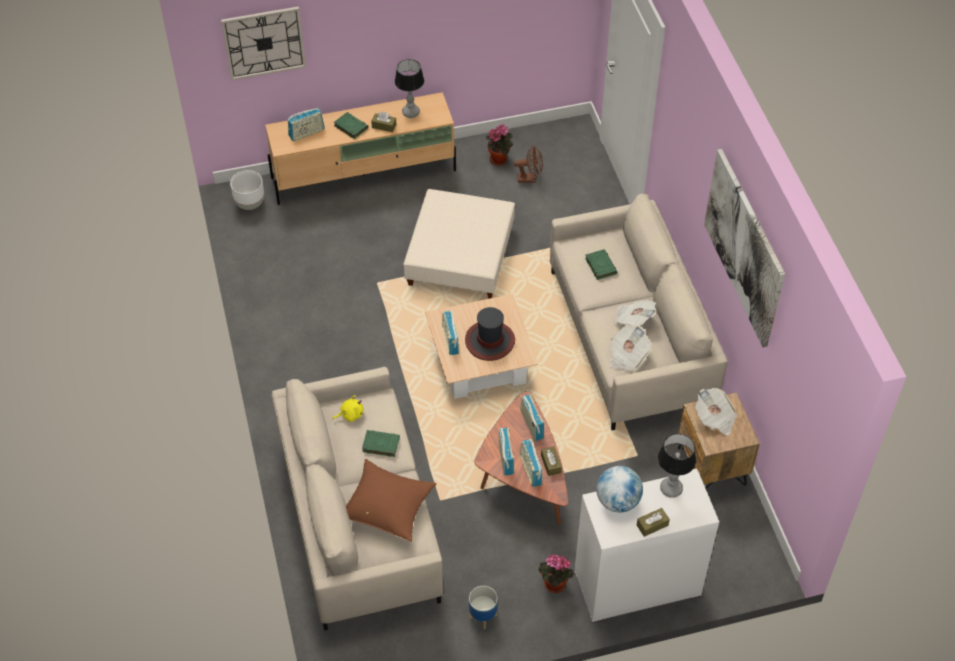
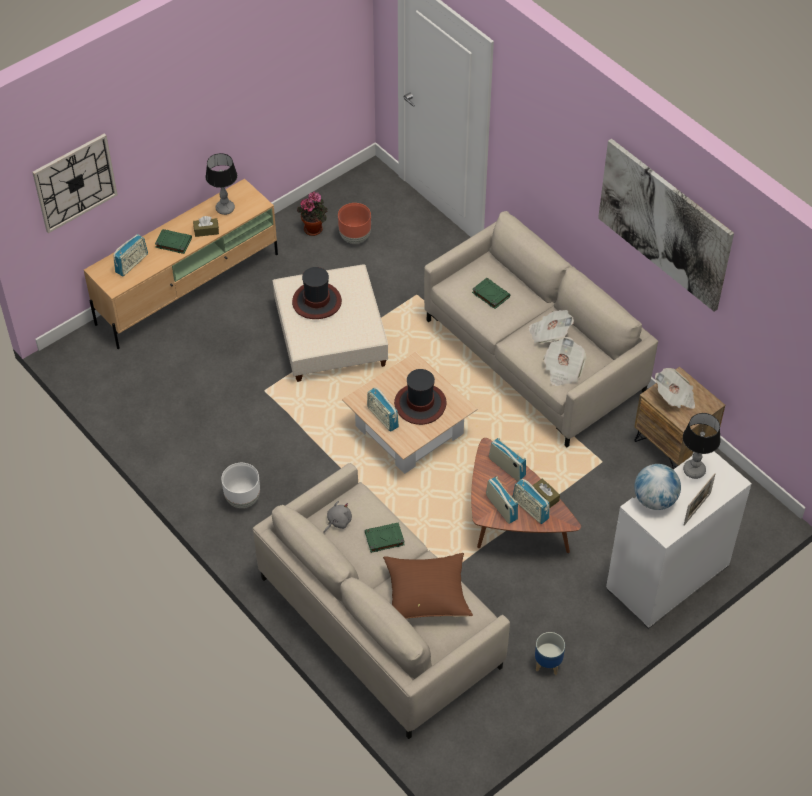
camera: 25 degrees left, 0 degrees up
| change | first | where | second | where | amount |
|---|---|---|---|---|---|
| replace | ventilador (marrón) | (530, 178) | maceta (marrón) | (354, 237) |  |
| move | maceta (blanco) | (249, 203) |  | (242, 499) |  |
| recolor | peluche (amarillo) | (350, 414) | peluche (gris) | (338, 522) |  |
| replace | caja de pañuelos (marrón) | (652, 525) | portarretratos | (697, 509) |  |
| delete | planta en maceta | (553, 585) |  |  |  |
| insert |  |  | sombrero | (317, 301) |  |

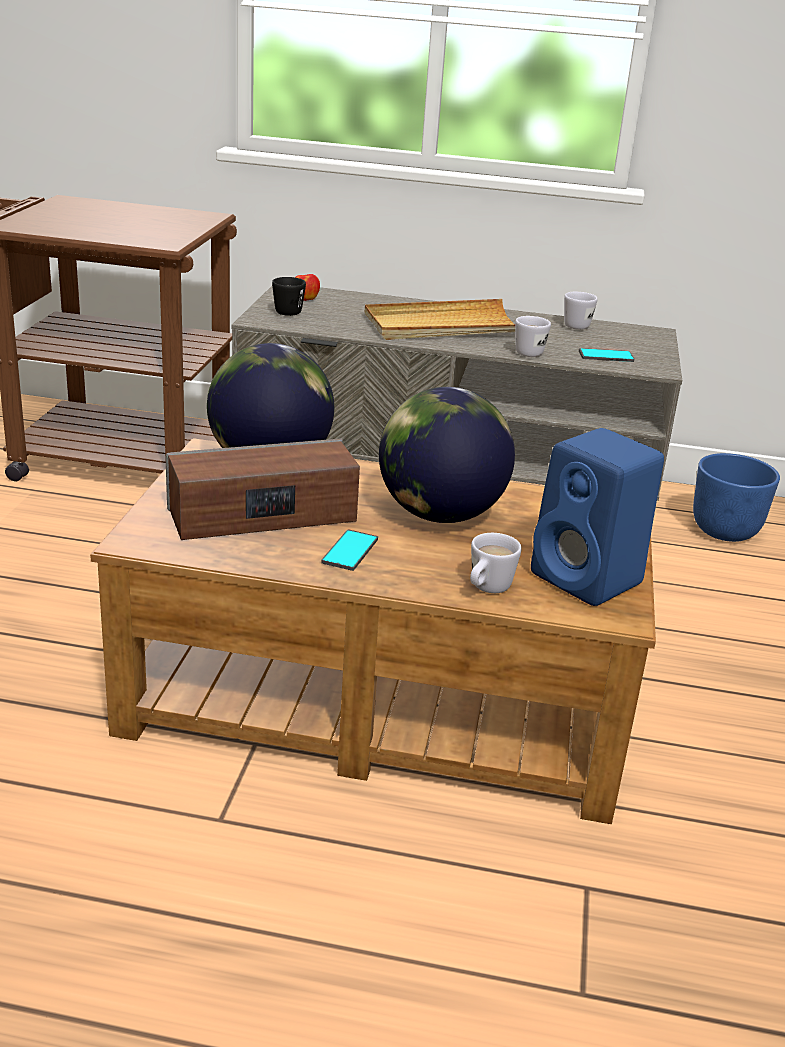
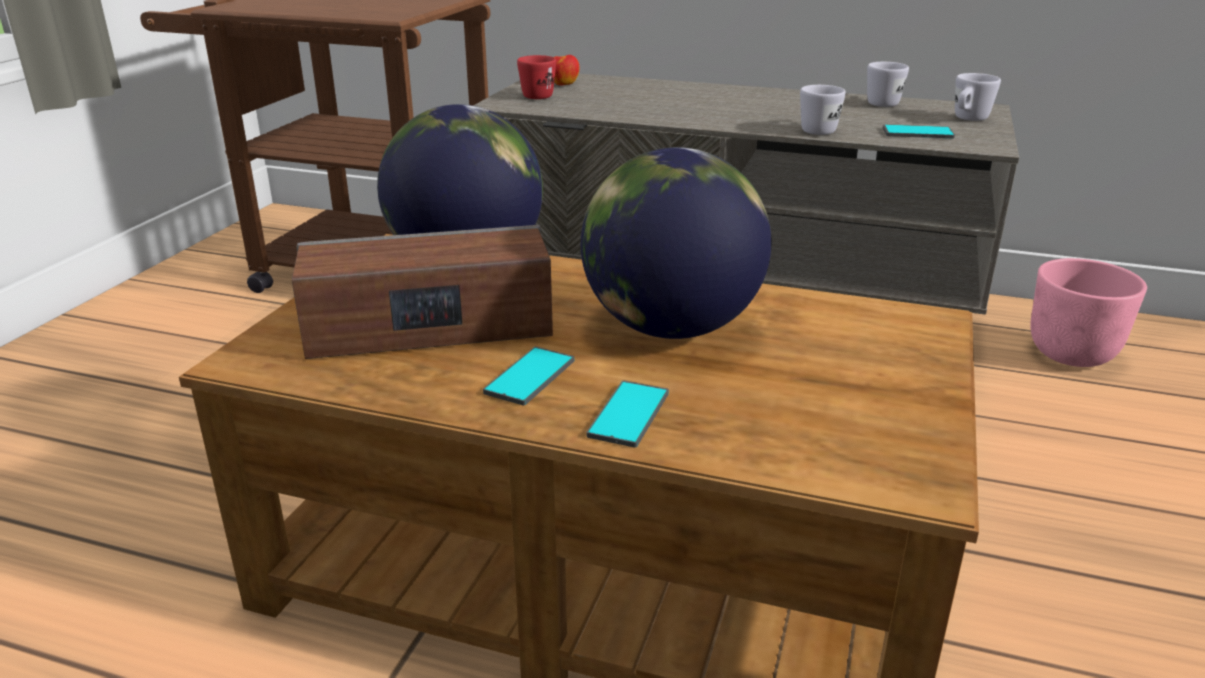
camera: 10 degrees right, 0 degrees up
| change | first | where | second | where | amount |
|---|---|---|---|---|---|
| recolor | taza grande (negro) | (290, 311) | taza grande (rojo) | (541, 95) |  |
| delete | bandeja (beis) | (444, 326) |  |  |  |
| delete | altavoz (azul) | (589, 580) |  |  |  |
| recolor | maceta (azul) | (725, 532) | maceta (rosa) | (1072, 355) |  |
| move | taza grande (blanco) | (486, 589) |  | (968, 119) |  |
| insert |  |  | móvil | (628, 414) |  |

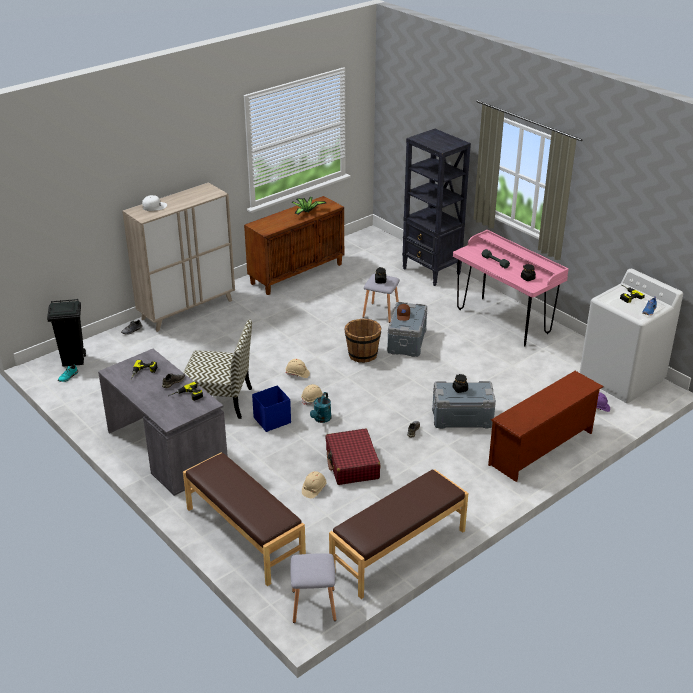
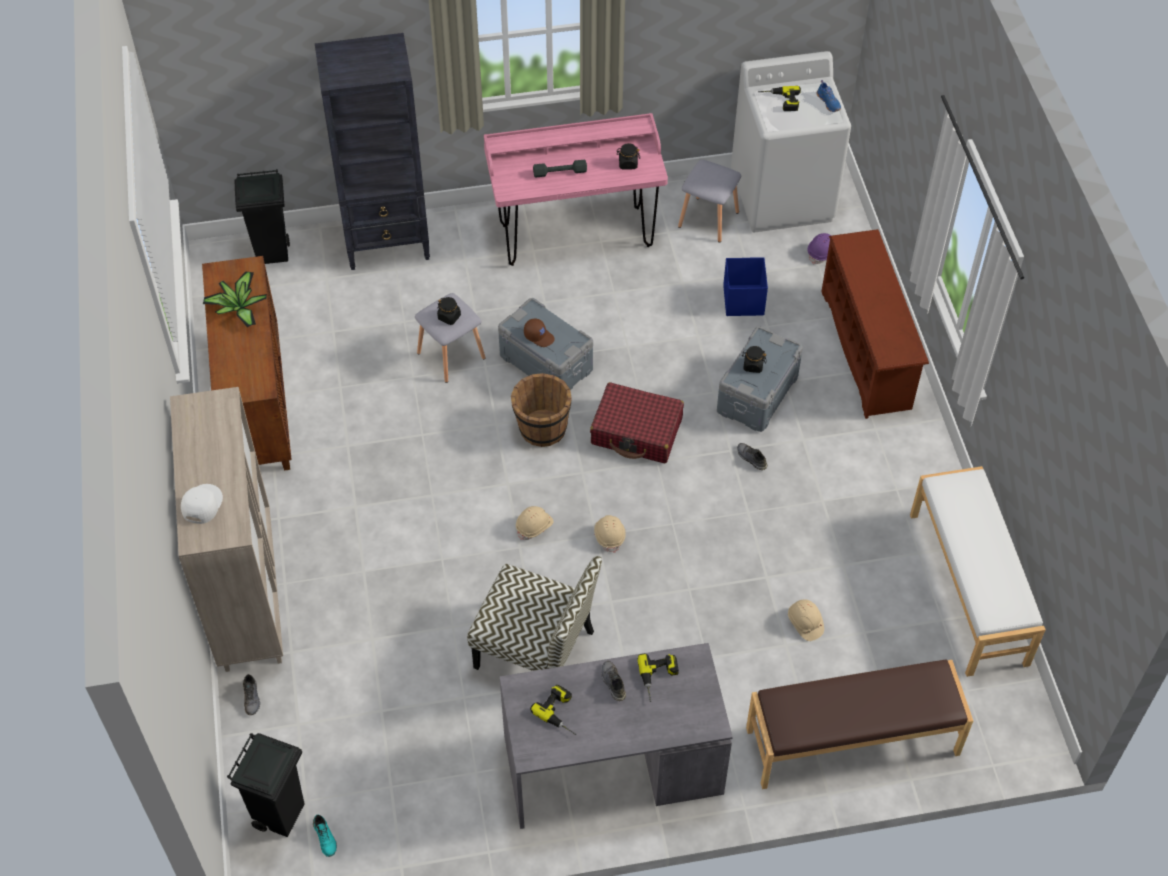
camera: 60 degrees left, 20 degrees up
| change | first | where | second | where | amount |
|---|---|---|---|---|---|
| rotate | silla | (220, 401) |  | (536, 650) | 75 degrees clockwise |
| move | caja de almacenaje (azul) | (271, 420) |  | (743, 301) |  |
| delete | regadera (turquesa) | (321, 419) |  |  |  |
| move | maleta (rojo) | (352, 464) |  | (637, 431) |  |
| recolor | banco (marrón) | (399, 551) | banco (blanco) | (969, 588) |  |
| move | taburete (gris) | (313, 606) |  | (708, 220) |  |
| insert |  |  | papelera (negro) | (273, 253) |  |

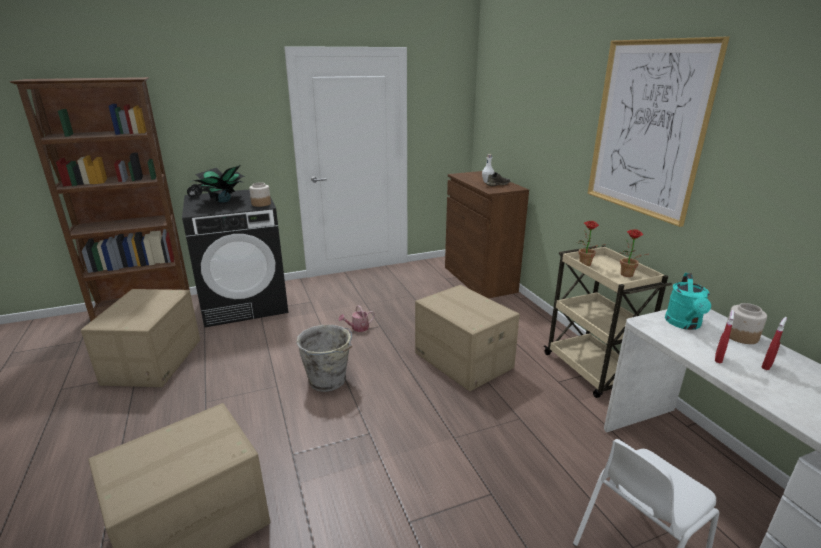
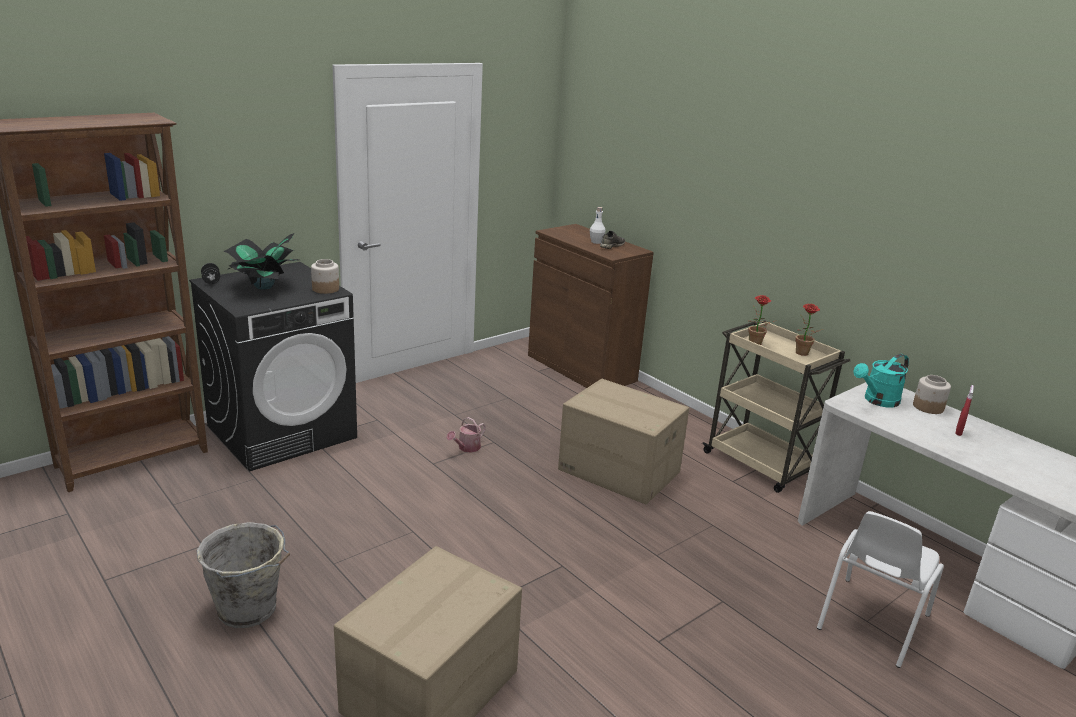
camera: 20 degrees left, 0 degrees up
| change | first | where | second | where | amount |
|---|---|---|---|---|---|
| delete | cuadro | (647, 129) |  |  |  |
| rotate | regadera (turquesa) | (684, 324) |  | (877, 401) | 60 degrees clockwise |
| delete | caja de cartón | (154, 361) |  |  |  |
| delete | pulverizador (rojo) | (718, 358) |  |  |  |
| move | cubo (gris) | (328, 381) |  | (249, 610) |  |

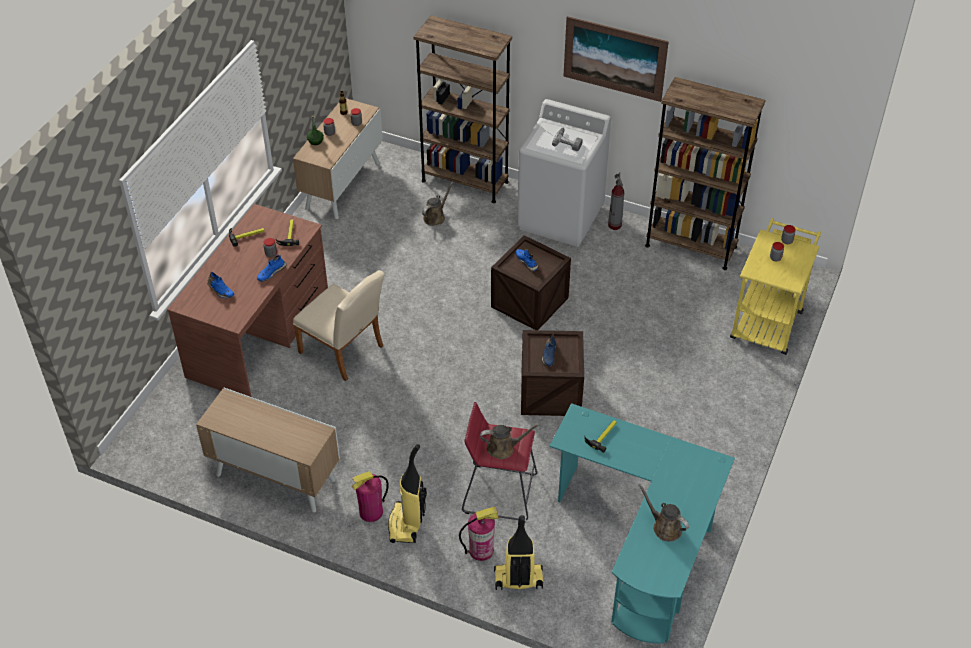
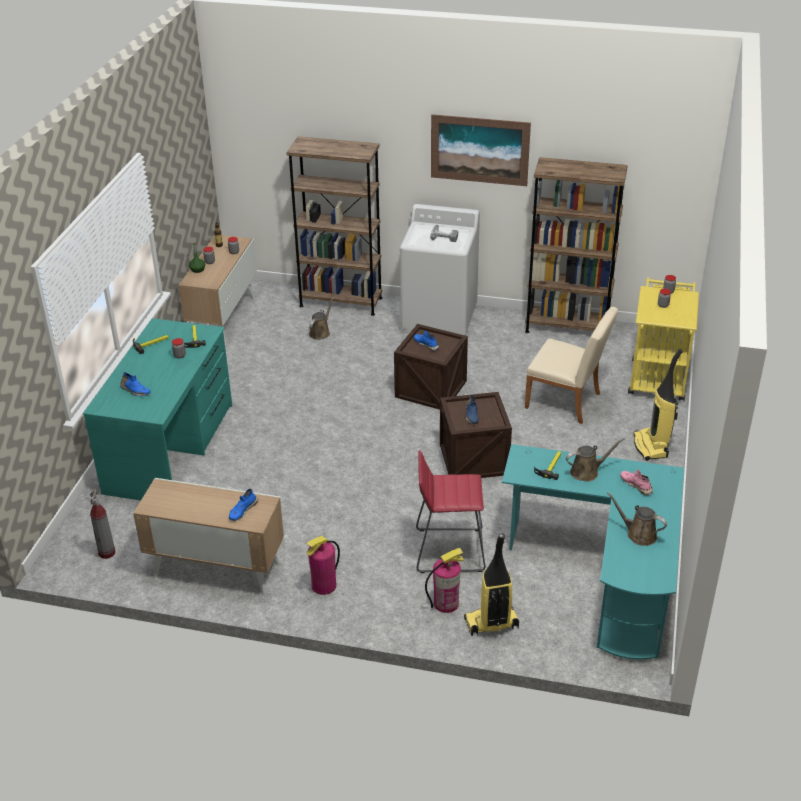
camera: 10 degrees left, 10 degrees down
| change | first | where | second | where | amount |
|---|---|---|---|---|---|
| move | extintor | (614, 225) |  | (107, 553) |  |
| recolor | escritorio (marrón) | (259, 334) | escritorio (turquesa) | (170, 448) |  |
| move | zapato (azul) | (271, 272) |  | (242, 510) |  |
| move | silla (beis) | (345, 352) |  | (567, 402) |  |
| move | regadera (marrón) | (503, 448) |  | (587, 472) |  |
| move | aspiradora | (406, 524) |  | (651, 446) |  |
| insert |  |  | zapato (rosa) | (636, 485) |  |

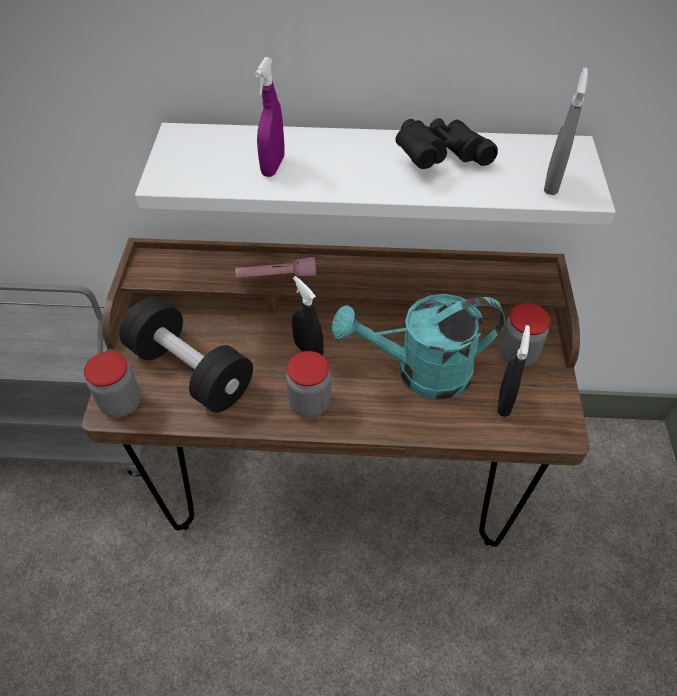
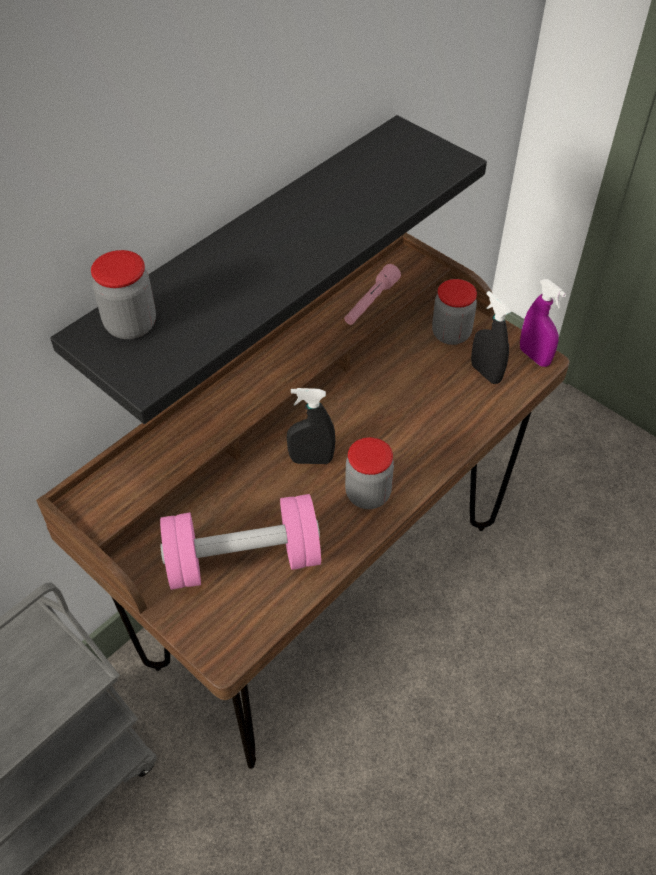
camera: 50 degrees left, 0 degrees up
| change | first | where | second | where | amount |
|---|---|---|---|---|---|
| move | pulverizador (morado) | (273, 166) |  | (534, 356) |  |
| delete | pulverizador (gris) | (551, 183) |  |  |  |
| delete | prismáticos (negro) | (439, 158) |  |  |  |
| recolor | estante (blanco) | (372, 170) | estante (negro) | (246, 256) |  |
| move | linterna (rosa) | (276, 276) |  | (370, 302) |  |
| delete | regadera (turquesa) | (420, 372) |  |  |  |
| recolor | mancuerna (negro) | (191, 371) | mancuerna (rosa) | (243, 560) |  |
| move | tarro | (121, 403) |  | (131, 325) |  |

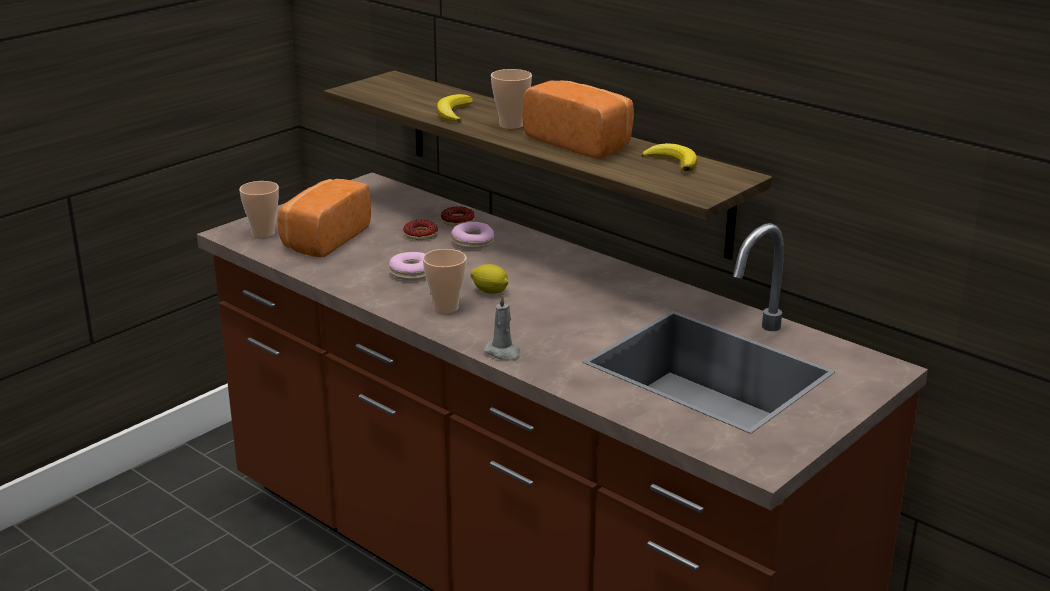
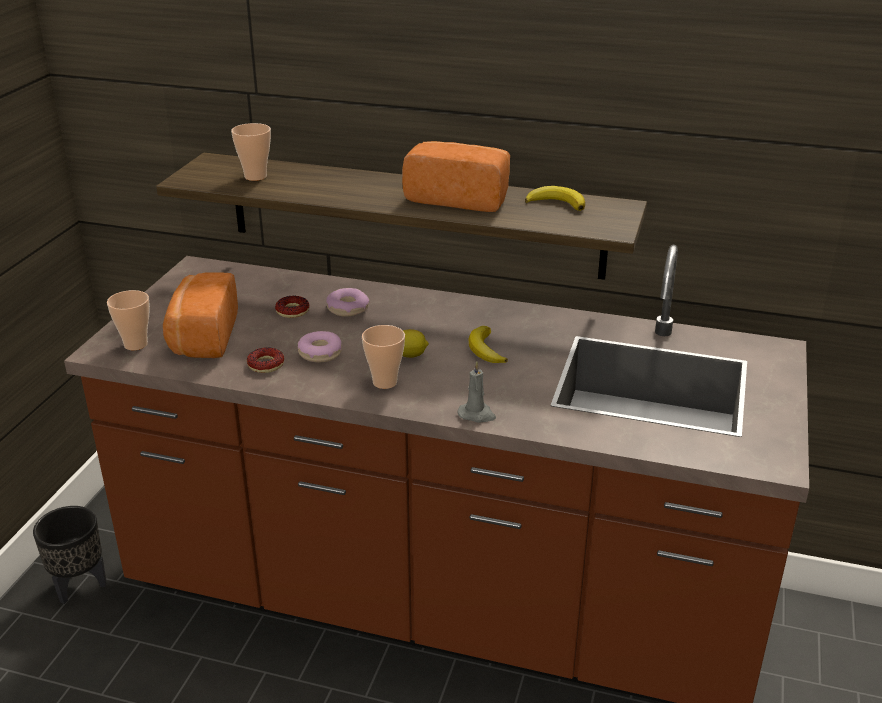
camera: 25 degrees left, 5 degrees up
| change | first | where | second | where | amount |
|---|---|---|---|---|---|
| move | taza | (511, 125) |  | (255, 176) |  |
| move | plátano | (453, 113) |  | (485, 349) |  |
| move | rosquilla | (457, 221) |  | (266, 365) |  |
| insert |  |  | maceta (negro) | (80, 585) |  |

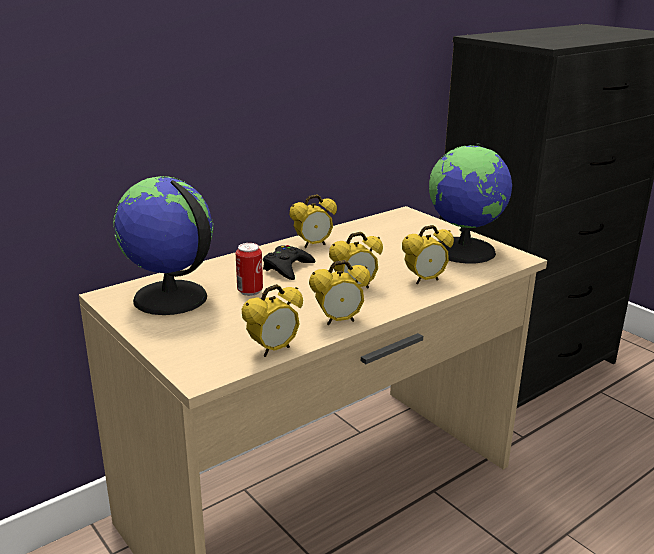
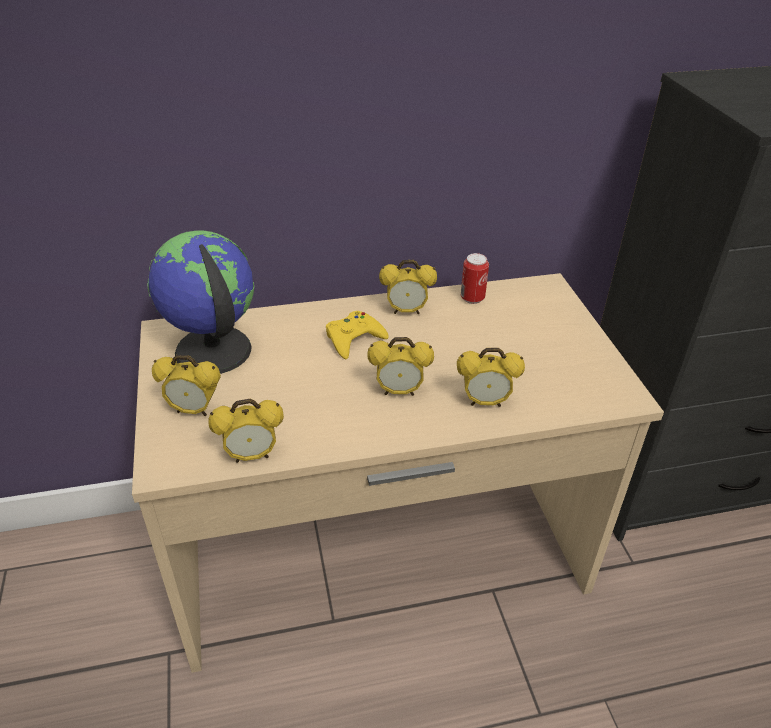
camera: 25 degrees right, 15 degrees up
| change | first | where | second | where | amount |
|---|---|---|---|---|---|
| delete | globo terráqueo | (465, 251) |  |  |  |
| move | lata | (250, 291) |  | (472, 298) |  |
| recolor | mando de consola (negro) | (287, 268) | mando de consola (amarillo) | (354, 339) |  |
| move | despertador | (339, 321) |  | (193, 410) |  |

